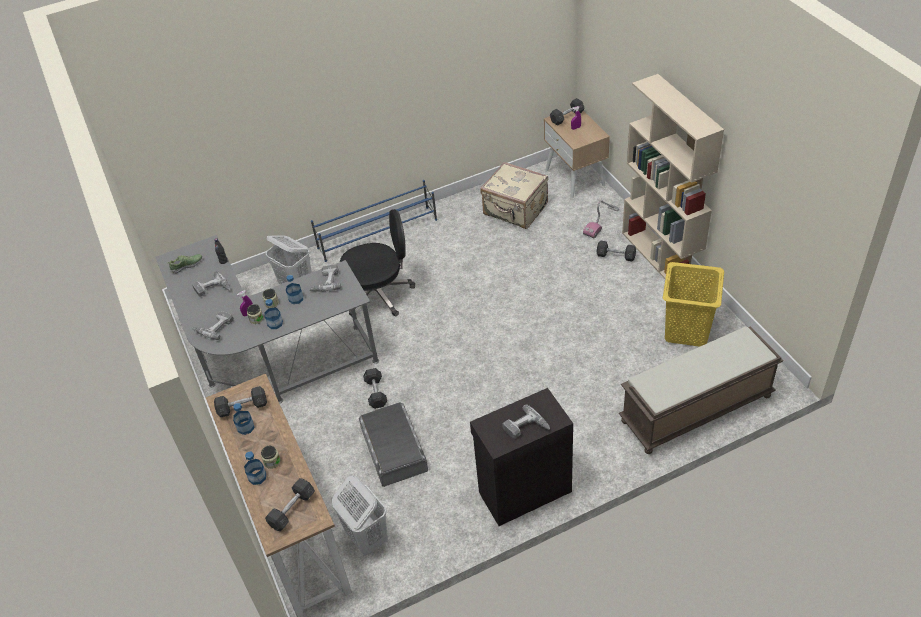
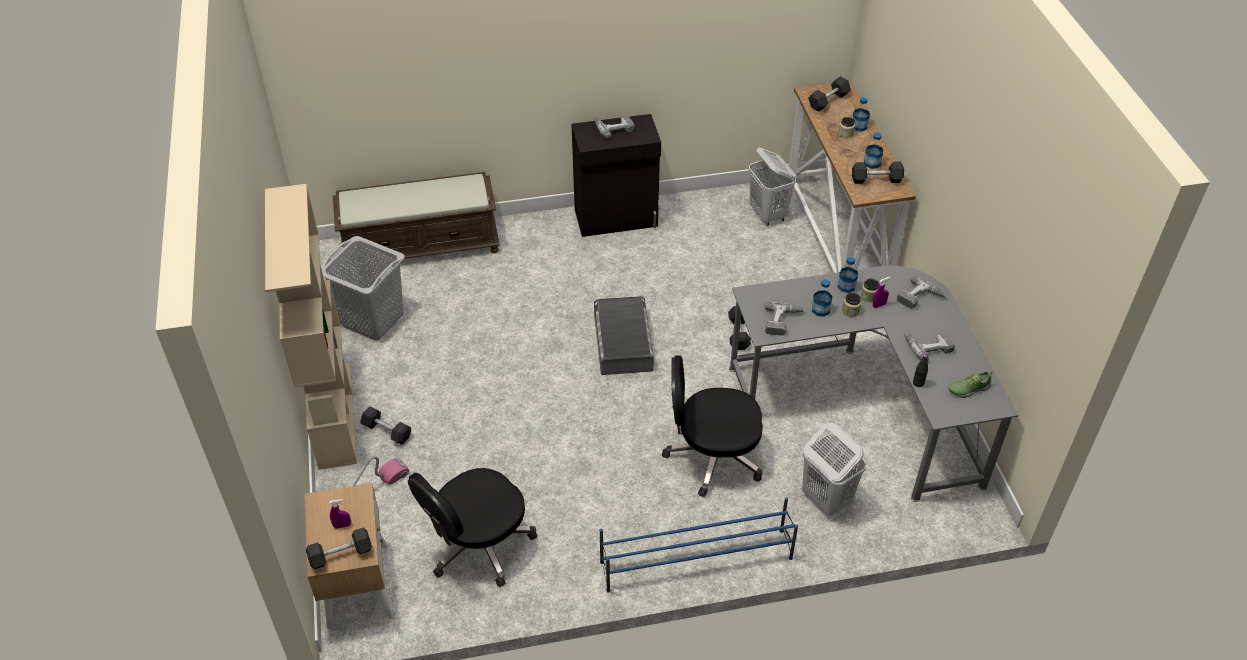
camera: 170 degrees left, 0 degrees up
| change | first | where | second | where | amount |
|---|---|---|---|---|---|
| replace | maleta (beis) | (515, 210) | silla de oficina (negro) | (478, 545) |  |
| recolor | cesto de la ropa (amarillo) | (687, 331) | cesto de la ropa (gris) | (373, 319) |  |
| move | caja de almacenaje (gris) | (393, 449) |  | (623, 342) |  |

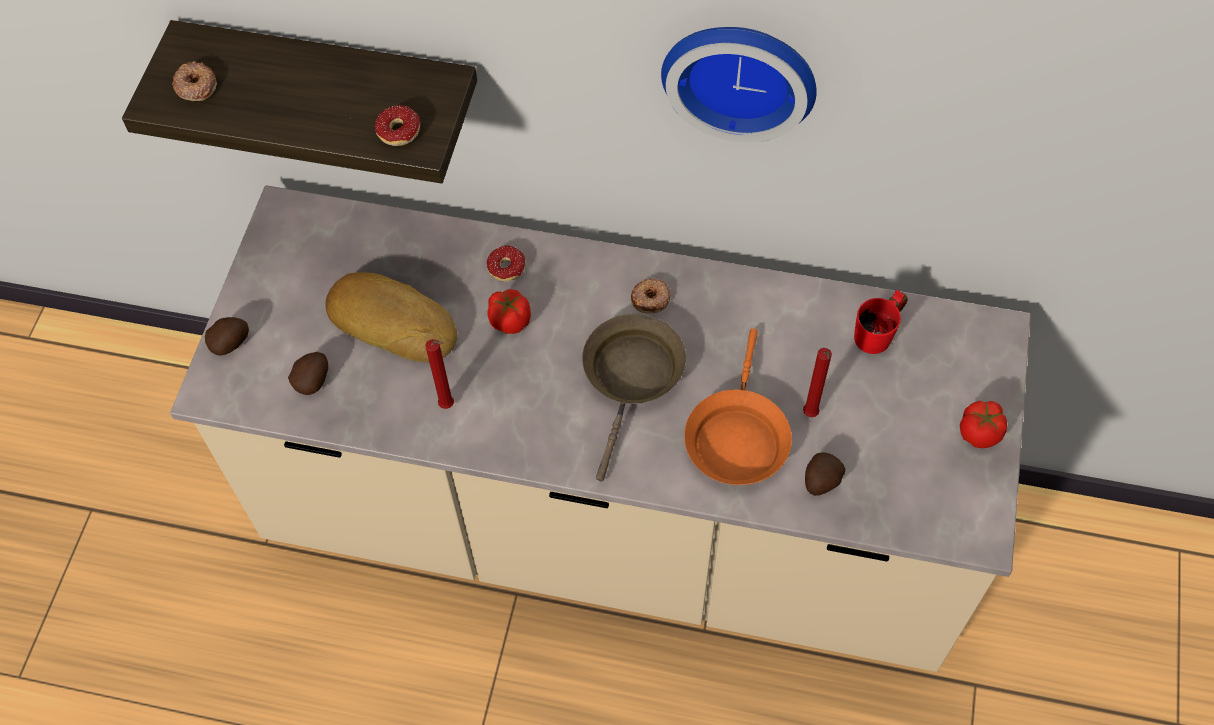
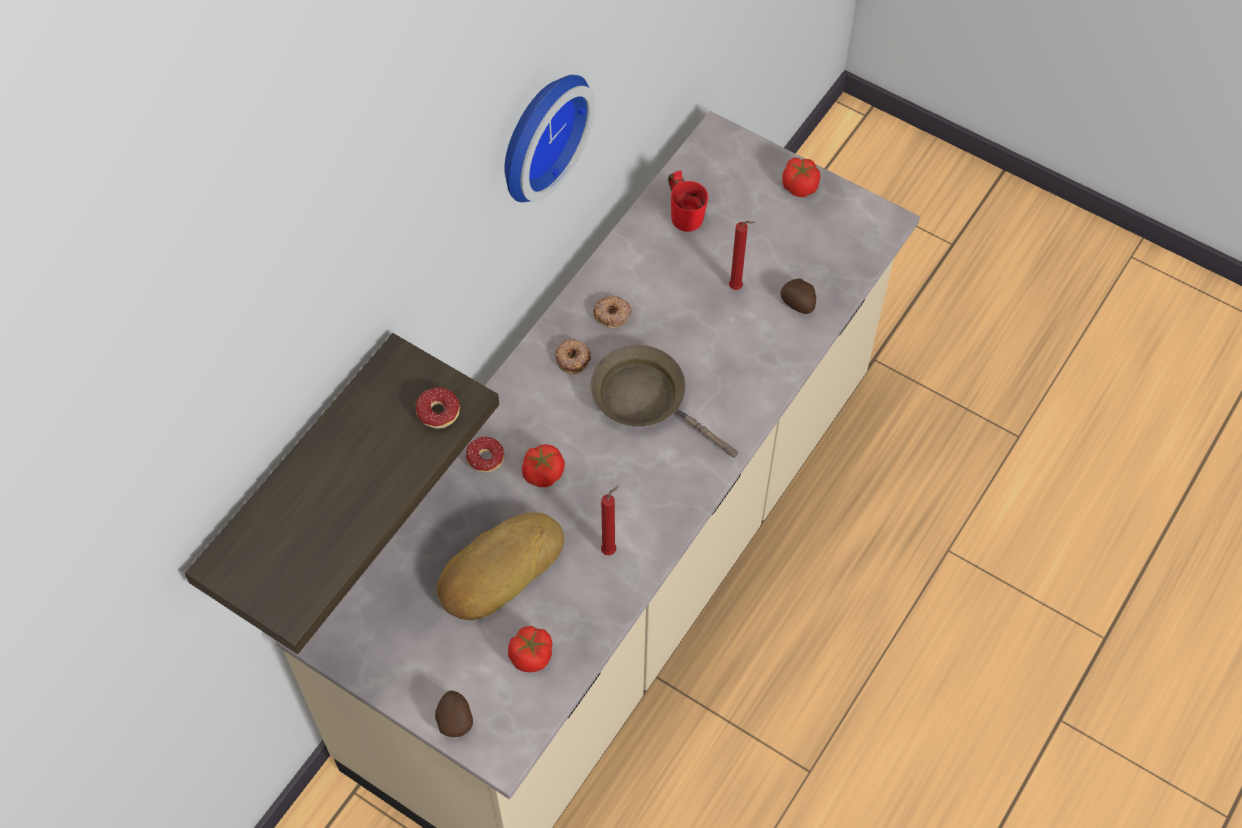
camera: 70 degrees left, 0 degrees up
| change | first | where | second | where | amount |
|---|---|---|---|---|---|
| move | rosquilla | (195, 86) |  | (612, 314) |  |
| delete | sartén (naranja) | (736, 436) |  |  |  |
| replace | patata | (313, 380) | tomate | (531, 655) |  |

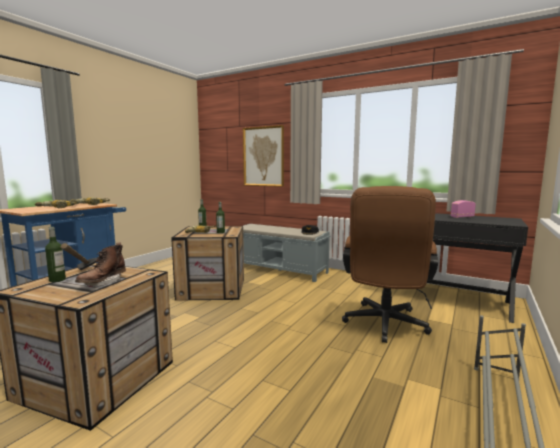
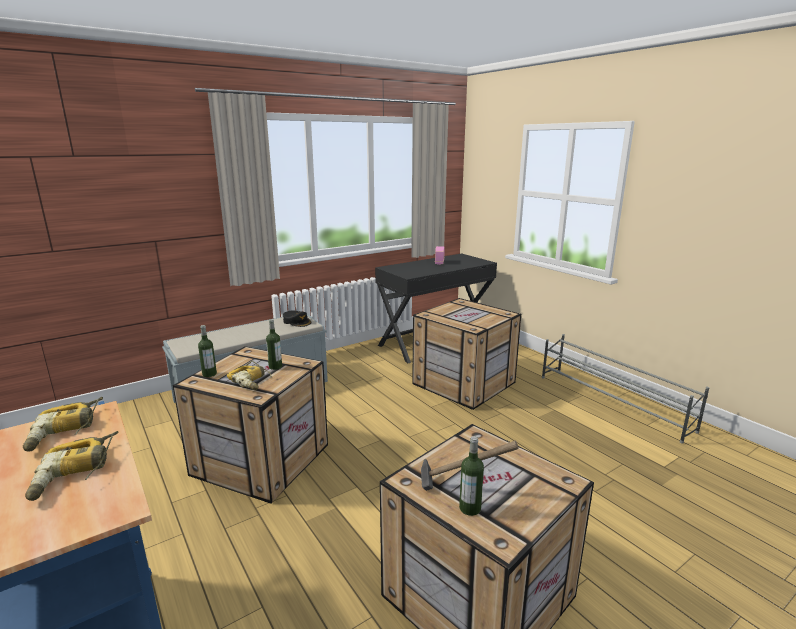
camera: 65 degrees left, 10 degrees up
| change | first | where | second | where | amount |
|---|---|---|---|---|---|
| delete | cuadro | (263, 156) |  |  |  |
| replace | silla de oficina (marrón) | (384, 326) | caja de embalaje | (463, 383) |  |
| delete | bota (marrón) | (103, 283) |  |  |  |

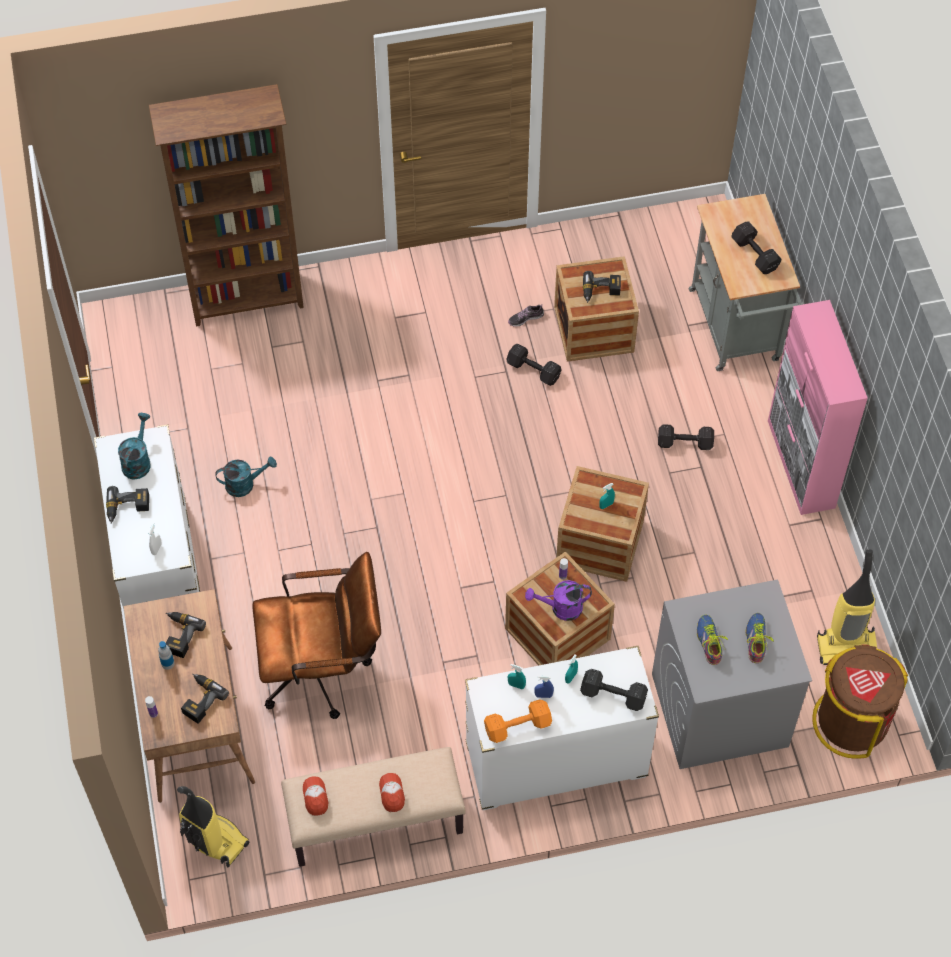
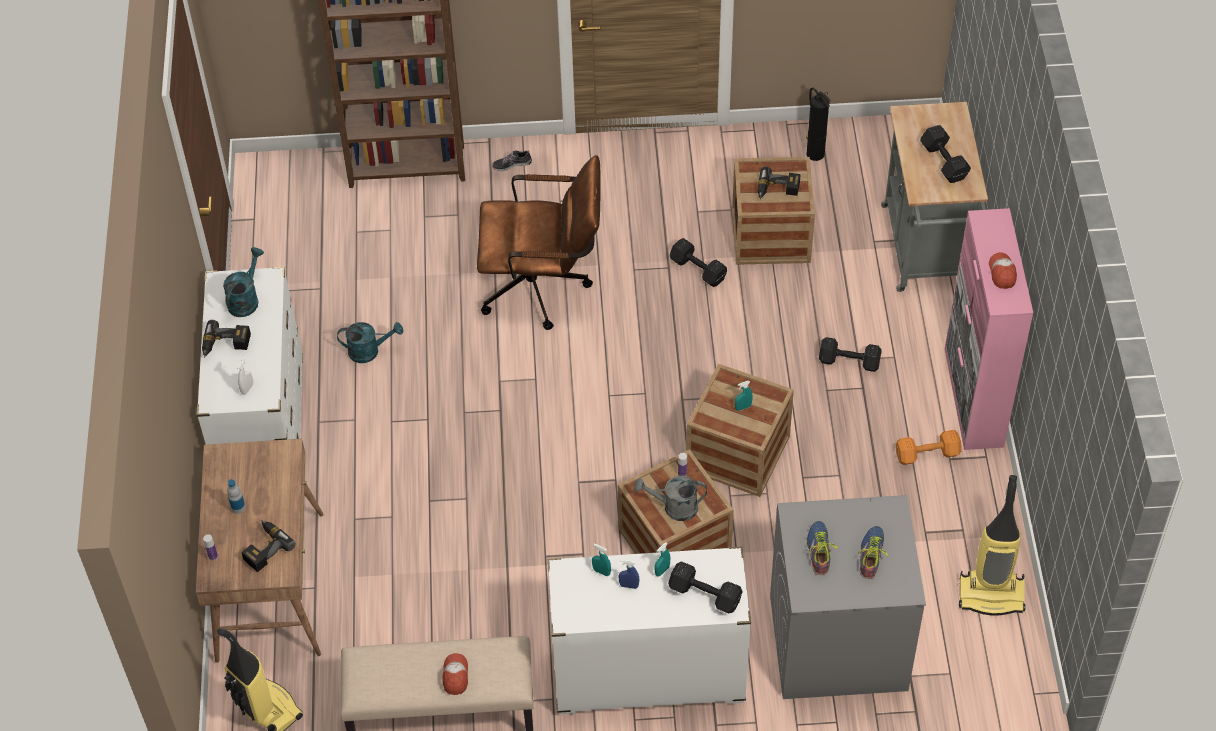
camera: 10 degrees right, 5 degrees down
| change | first | where | second | where | amount |
|---|---|---|---|---|---|
| move | zapato | (525, 318) |  | (512, 164) |  |
| move | silla de oficina (marrón) | (323, 670) |  | (543, 287) |  |
| recolor | regadera (morado) | (561, 608) | regadera (gris) | (674, 507) |  |
| delete | taladro | (179, 635) |  |  |  |
| delete | papelera (marrón) | (851, 722) |  |  |  |
| move | mancuerna (naranja) | (516, 726) |  | (925, 454) |  |
| move | gorra | (315, 797) |  | (1002, 273) |  |
| insert |  |  | extintor | (814, 153) |  |

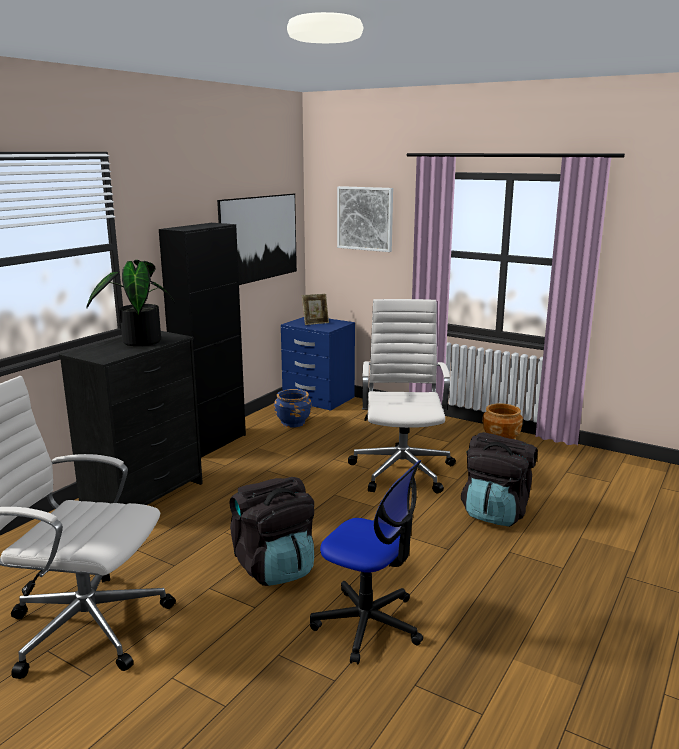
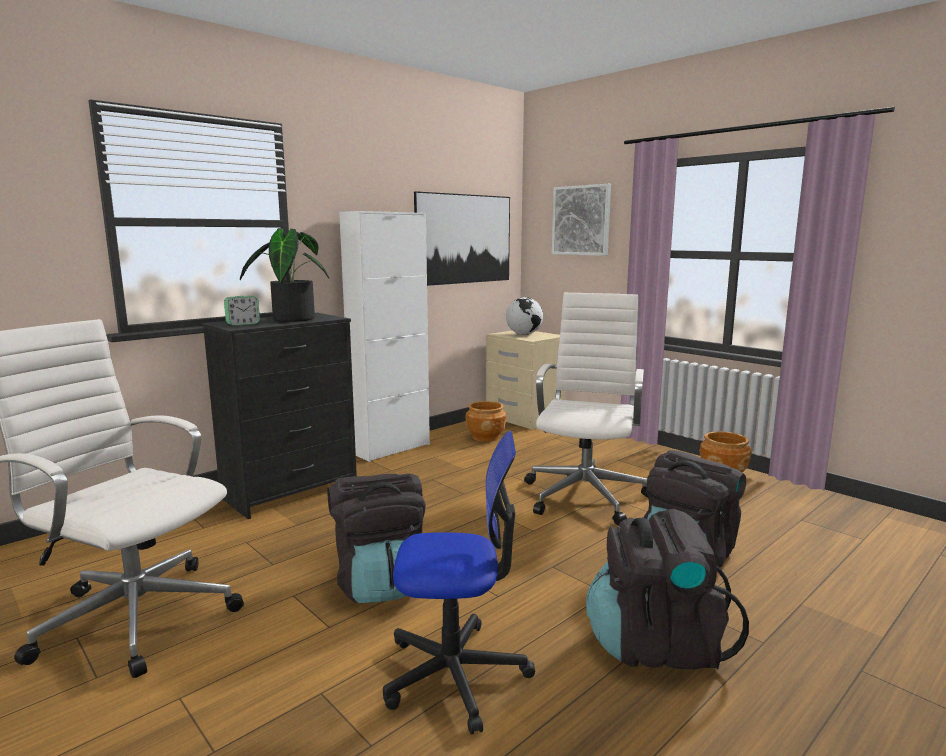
camera: 15 degrees right, 5 degrees down
| change | first | where | second | where | amount |
|---|---|---|---|---|---|
| recolor | armario (negro) | (212, 443) | armario (blanco) | (390, 448) |  |
| replace | portarretratos | (315, 323) | globo terráqueo | (524, 334) |  |
| recolor | mesita de noche (azul) | (318, 399) | mesita de noche (beis) | (524, 418) |  |
| recolor | maceta (azul) | (293, 423) | maceta (marrón) | (485, 437) |  |
| rotate | silla de oficina | (368, 624) |  | (455, 674) | 45 degrees counterclockwise |
| insert |  |  | despertador | (243, 324) |  |
| insert |  |  | mochila (negro) | (656, 645) |  |

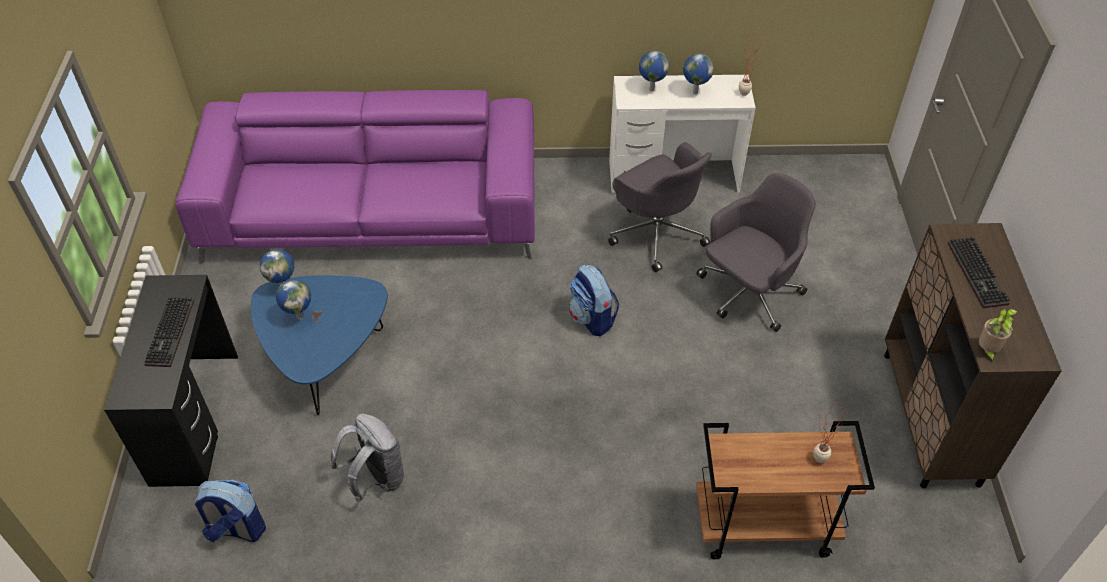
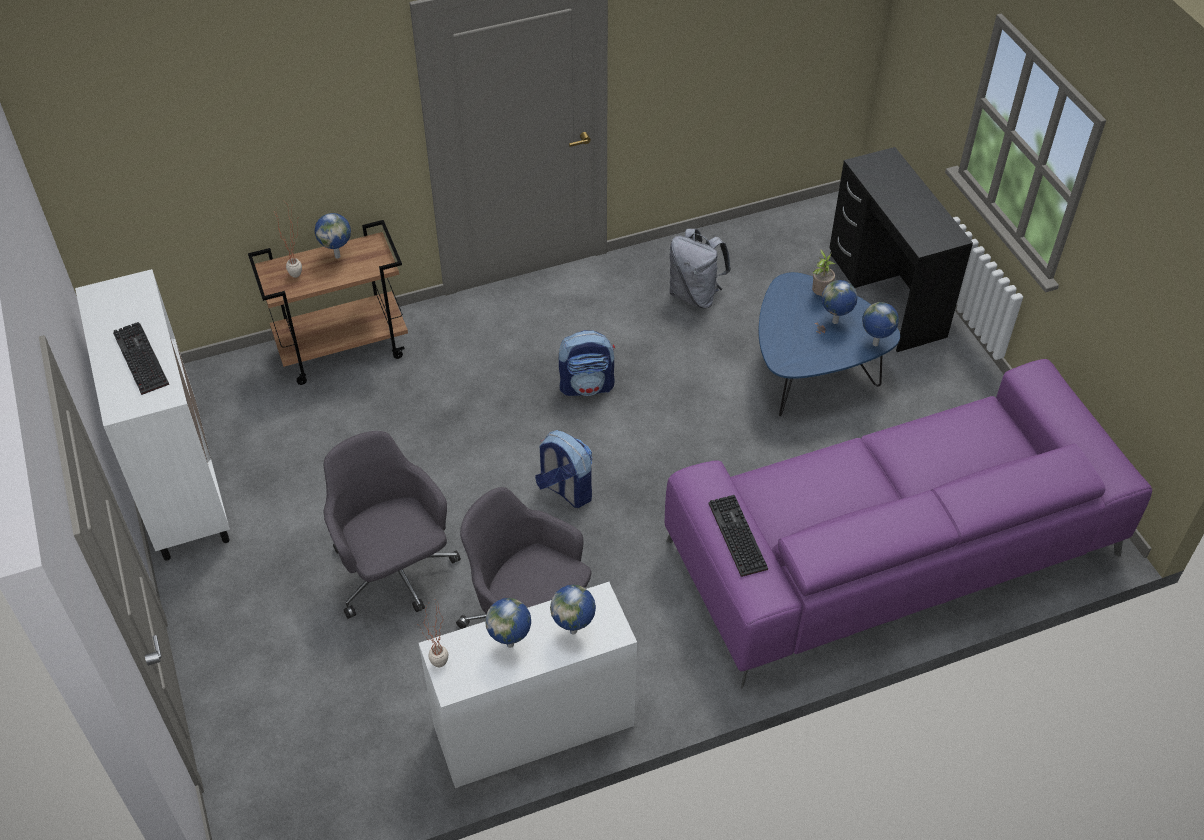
camera: 160 degrees right, 0 degrees up
| change | first | where | second | where | amount |
|---|---|---|---|---|---|
| rotate | silla de oficina (gris) | (748, 293) |  | (394, 572) | 120 degrees clockwise |
| recolor | armario (marrón) | (930, 418) | armario (blanco) | (181, 485) |  |
| move | teclado | (171, 334) |  | (735, 535) |  |
| move | planta en maceta | (987, 351) |  | (820, 294) |  |
| move | mochila | (236, 529) |  | (587, 386) |  |
| insert |  |  | globo terráqueo | (338, 255) |  |

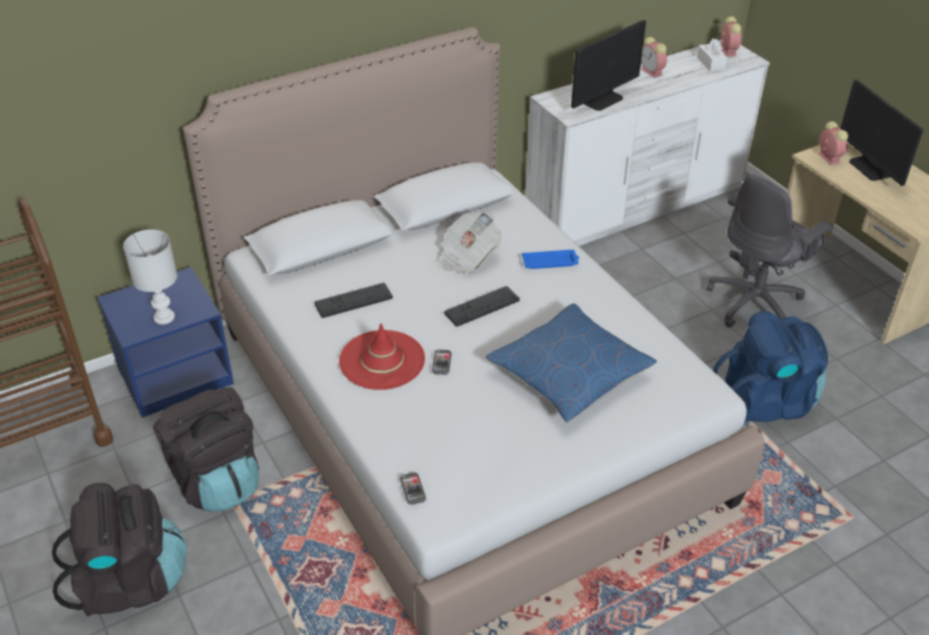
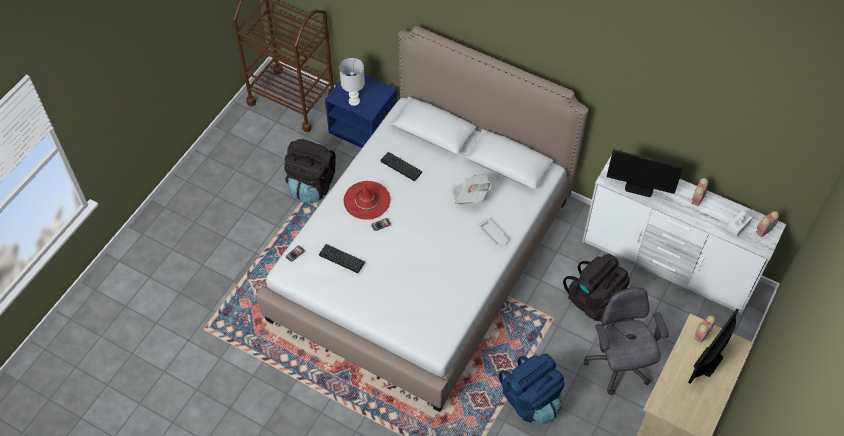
camera: 60 degrees right, 15 degrees up
| change | first | where | second | where | amount |
|---|---|---|---|---|---|
| rotate | silla de oficina (gris) | (756, 303) |  | (618, 365) | 60 degrees clockwise |
| recolor | bandeja (azul) | (551, 262) | bandeja (blanco) | (493, 234) |  |
| move | teclado | (482, 307) |  | (341, 259) |  |
| delete | cojín (azul) | (569, 375) |  |  |  |
| move | mochila (negro) | (130, 581) |  | (595, 302) |  |

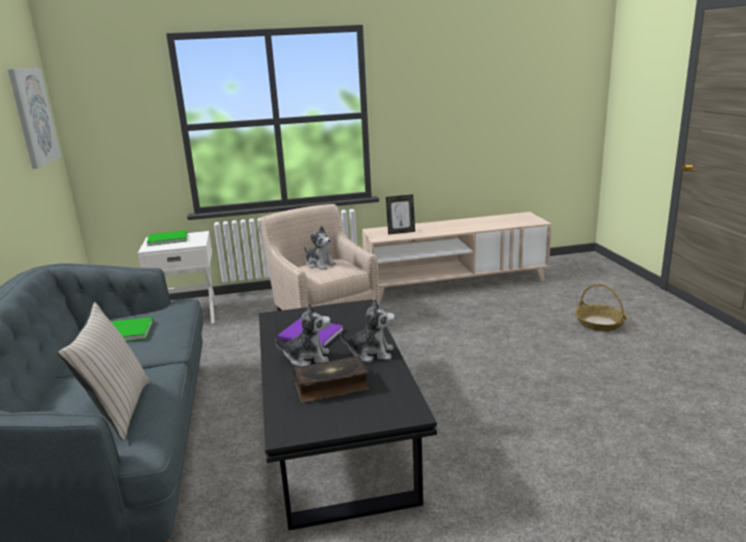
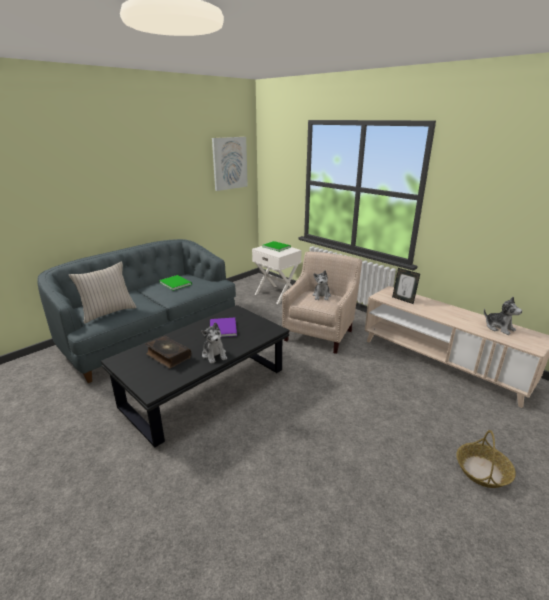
camera: 55 degrees right, 5 degrees up
| change | first | where | second | where | amount |
|---|---|---|---|---|---|
| move | peluche | (308, 358) |  | (499, 328) |  |

